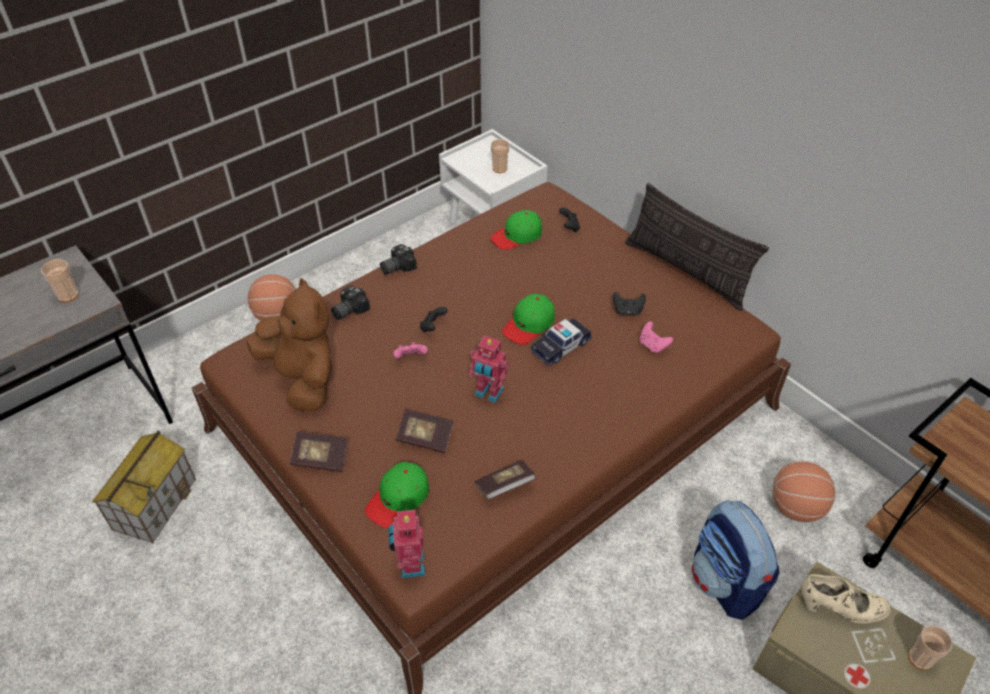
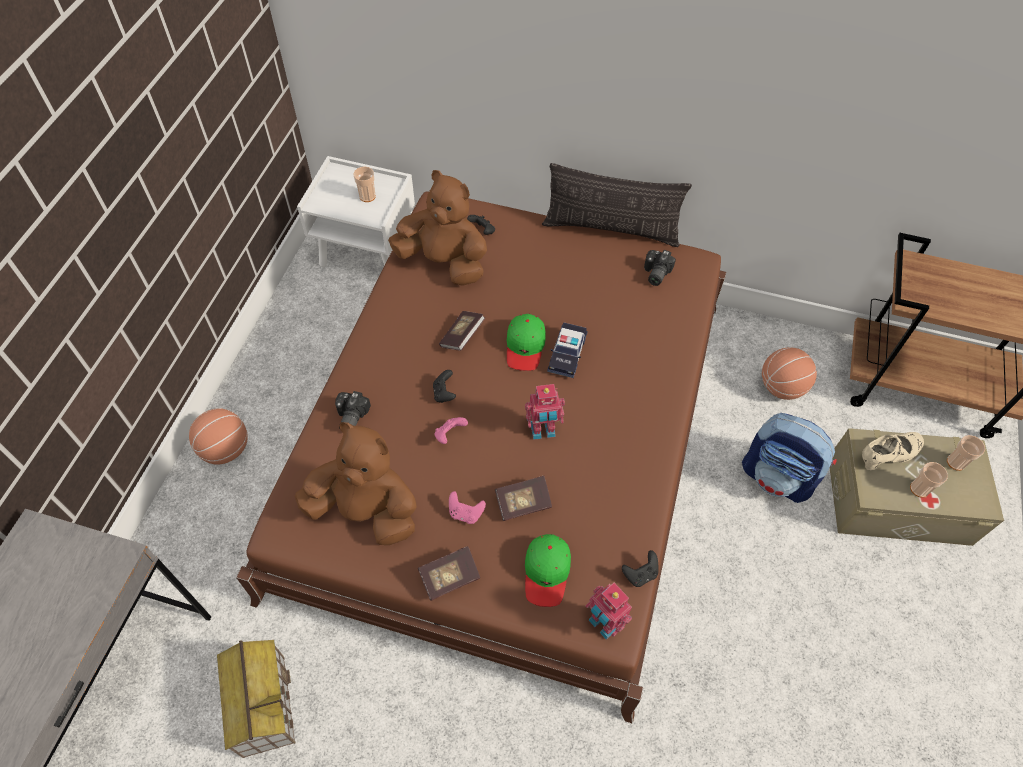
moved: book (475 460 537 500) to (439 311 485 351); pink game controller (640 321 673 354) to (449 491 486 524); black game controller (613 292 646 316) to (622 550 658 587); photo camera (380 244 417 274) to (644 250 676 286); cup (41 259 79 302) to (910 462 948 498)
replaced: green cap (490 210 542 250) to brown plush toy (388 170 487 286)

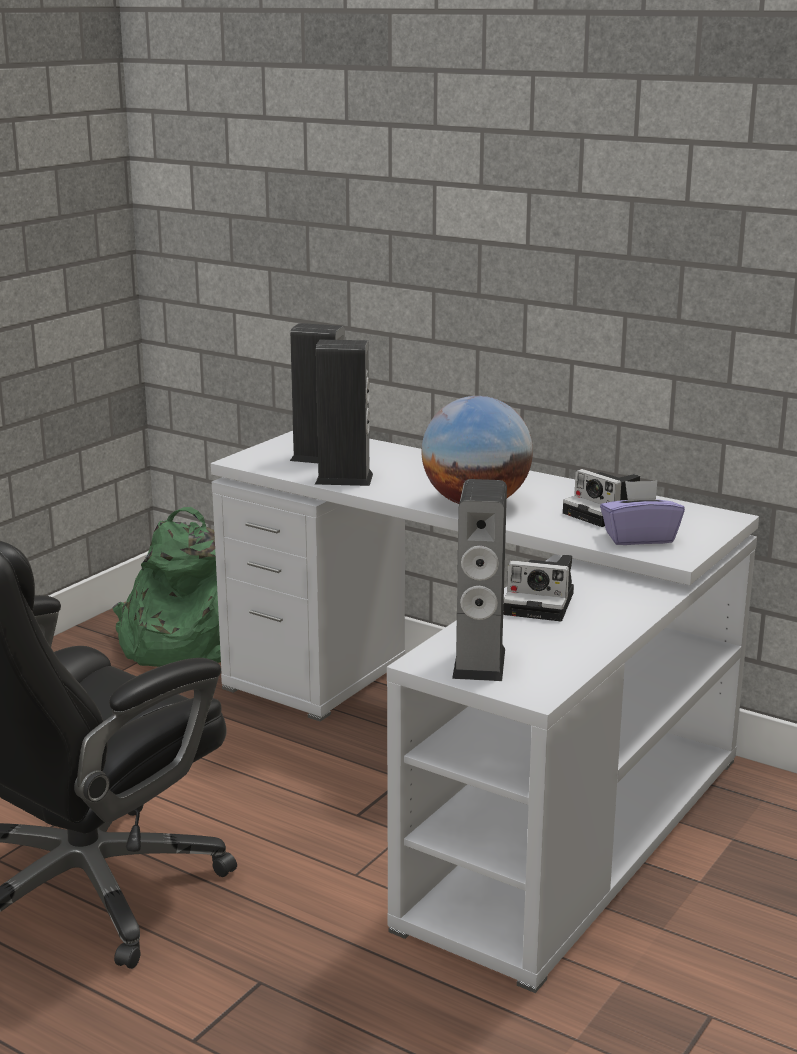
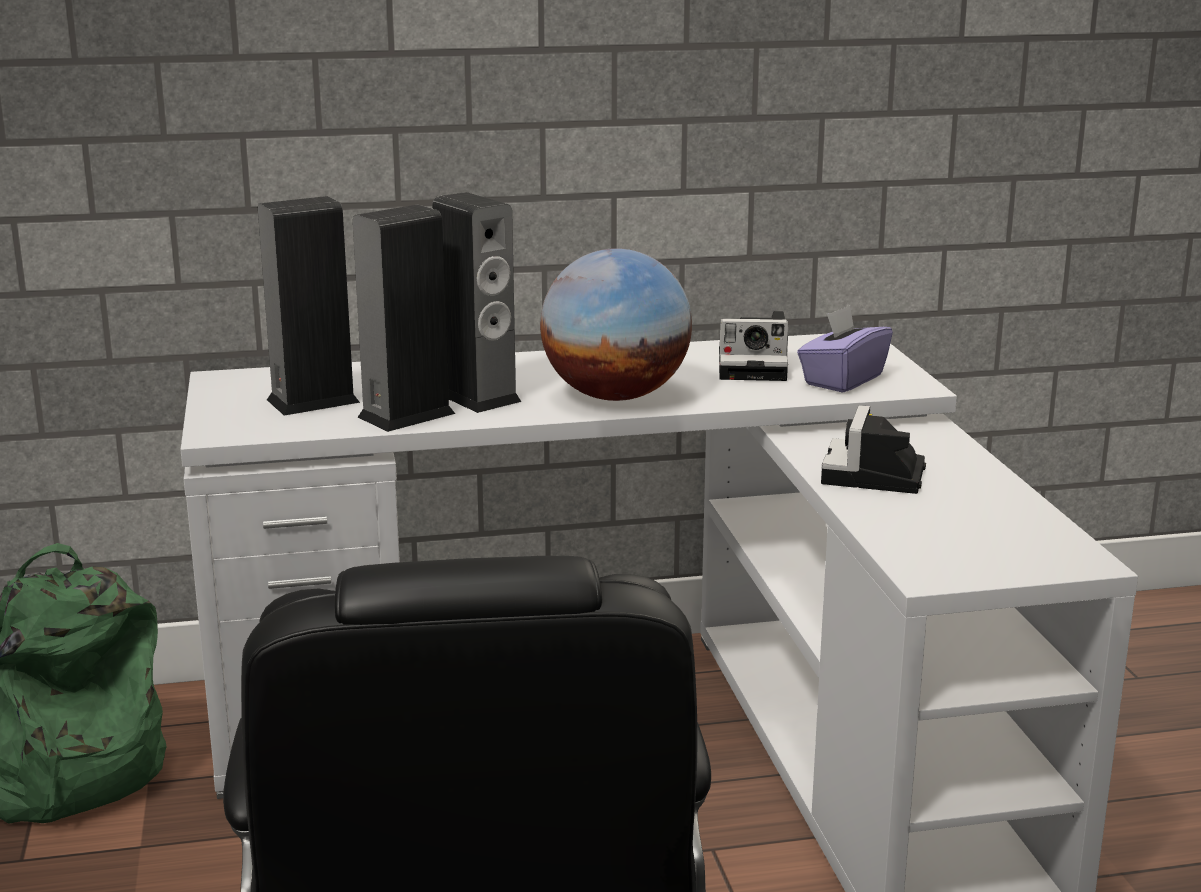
moved: speaker (452 479 507 681) to (432 192 521 413)
turned: photo camera (503 555 574 621) = (821 405 926 494) 135 degrees clockwise

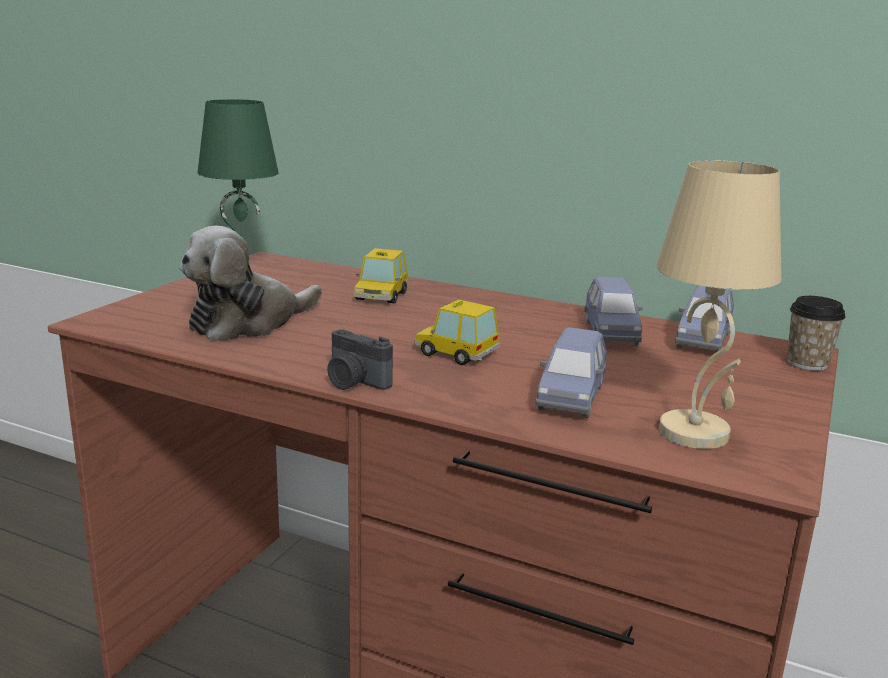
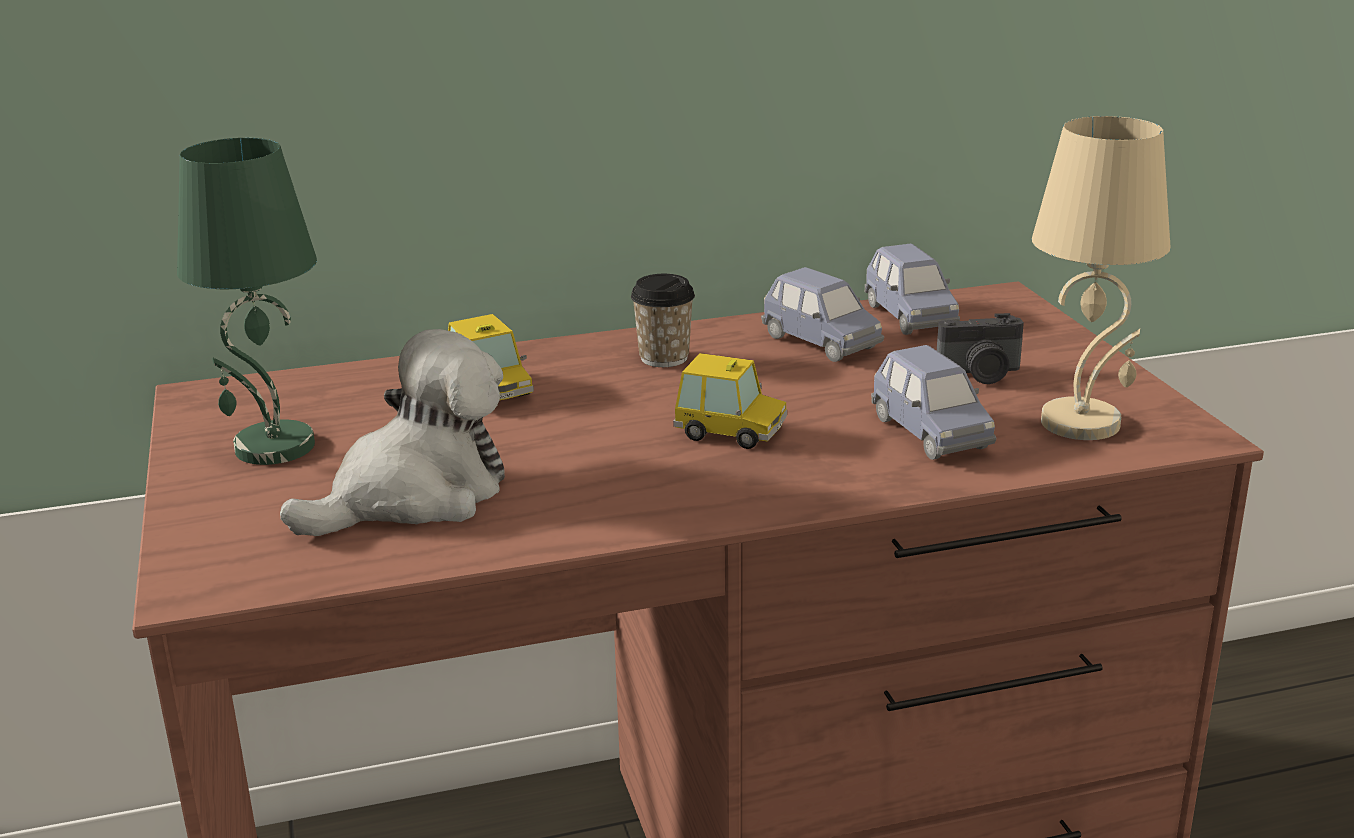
moved: cup (787 296 846 371) to (631 274 695 367); photo camera (327 329 393 390) to (937 313 1024 384)
turned: plush toy (179 226 322 342) = (280 329 505 536) 135 degrees counterclockwise; toy car (415 299 500 365) = (673 353 787 449) 150 degrees counterclockwise

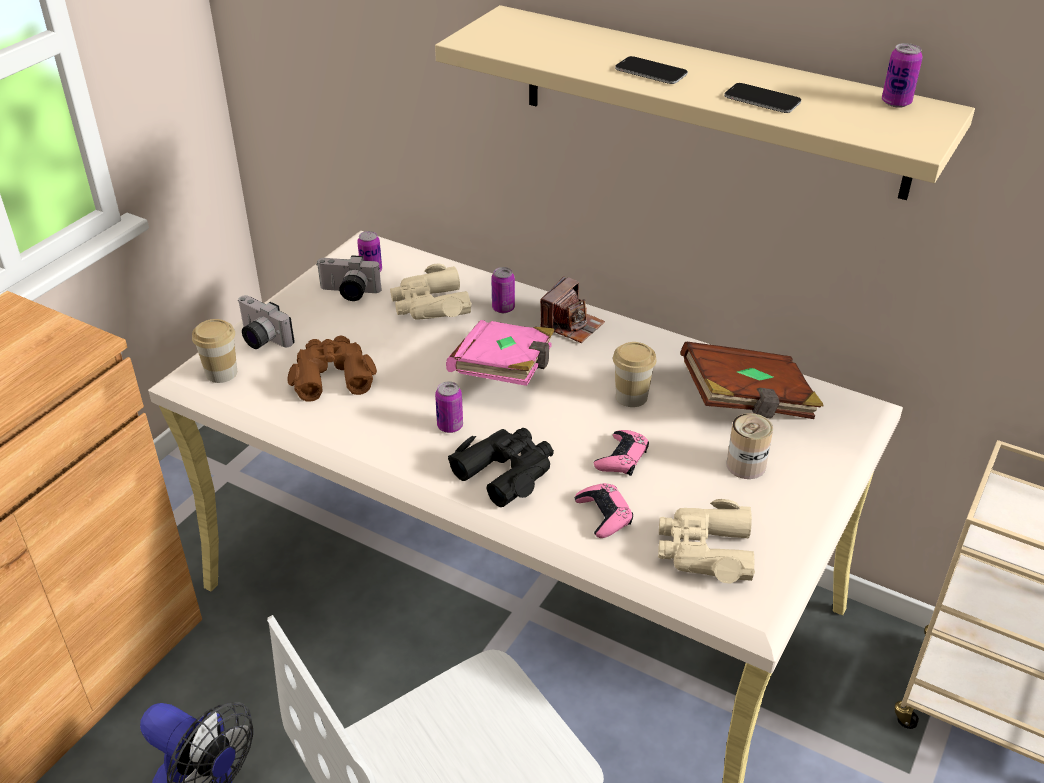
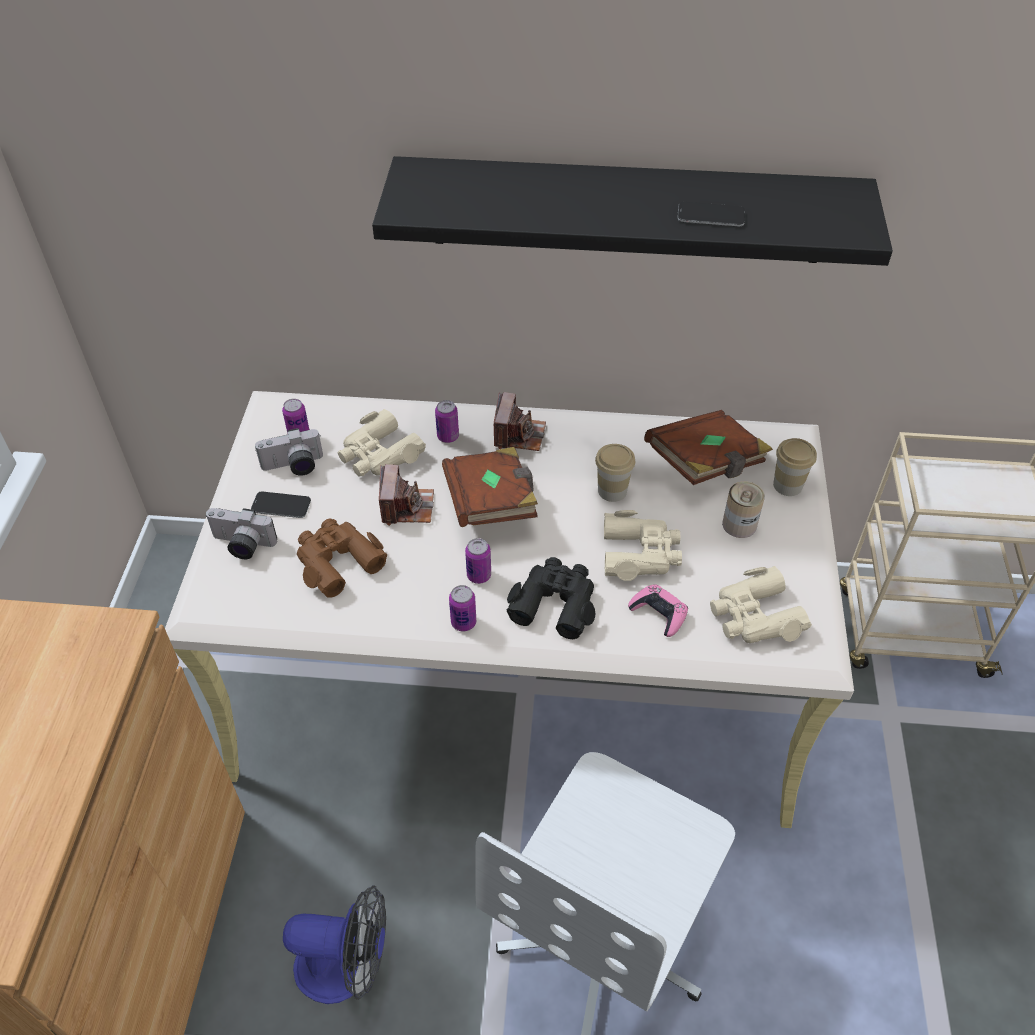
added: photo camera (379 464 434 526)
moved: phone (615 56 688 84) to (251 492 311 518); can (882 43 923 108) to (449 585 476 631); cup (192 319 237 383) to (773 438 817 496)
replaced: pink game controller (594 430 649 476) to beige binoculars (604 510 682 581)
recoloured: beige shelf (435 5 975 200) to black shelf (372 156 893 266); pink book (446 320 555 386) to brown book (442 447 538 527)

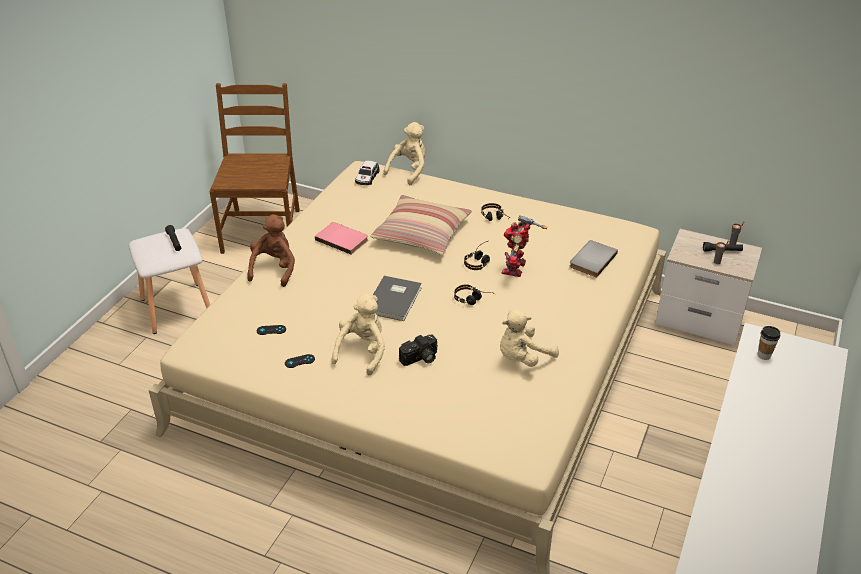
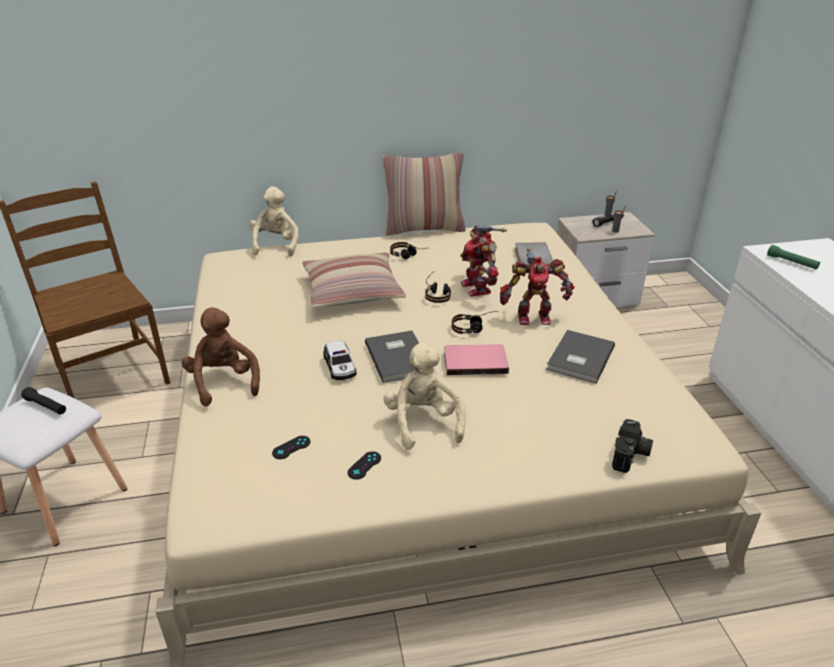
added: pillow (382 152 466 235); toy robot (500 248 575 325)
moved: toy car (355 160 380 185) to (323 340 357 380); pink book (315 222 368 255) to (444 344 509 375); photo camera (399 335 438 366) to (612 419 653 473)
replaced: beige plush toy (500 308 559 367) to grey book (546 330 615 384); cup (757 326 780 360) to green flashlight (767 245 820 270)

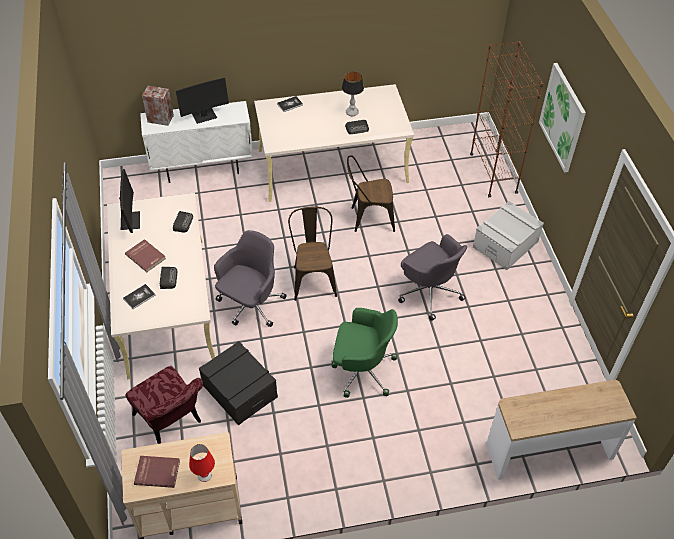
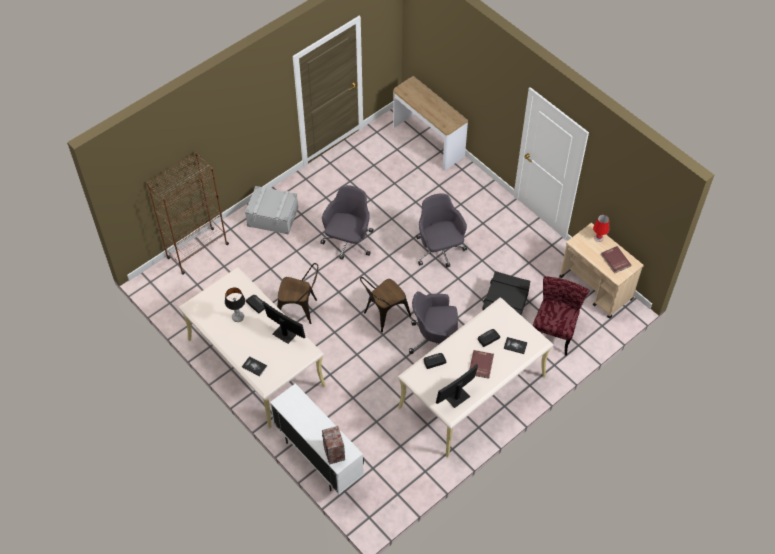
removed: picture (539 63 586 172)
moved: monitor (176 78 229 124) to (263 301 305 344)
recoloured: green office chair (331 308 398 398) to grey office chair (416 193 467 267)
turned: brown chair (347 155 395 232) = (277 263 318 324) 45 degrees counterclockwise

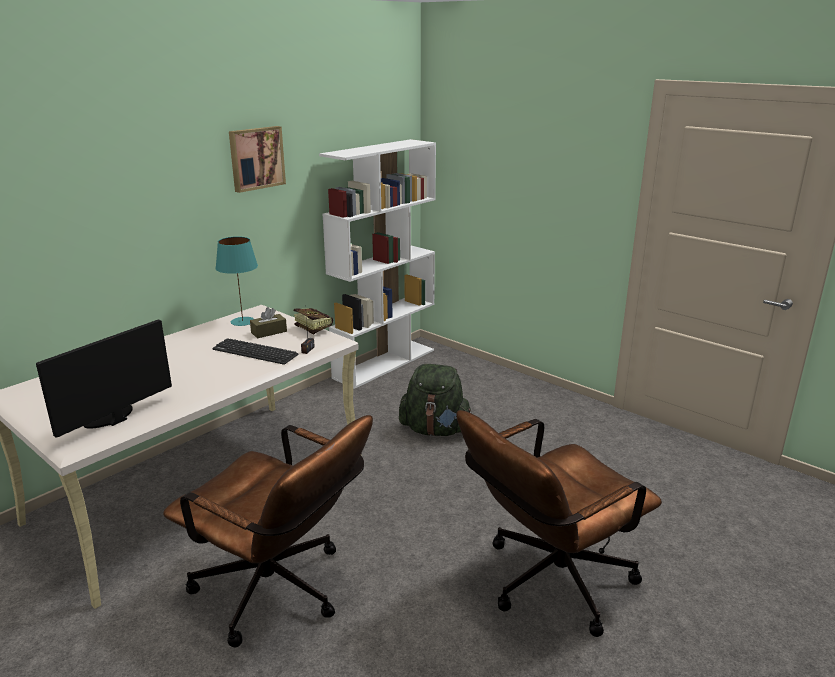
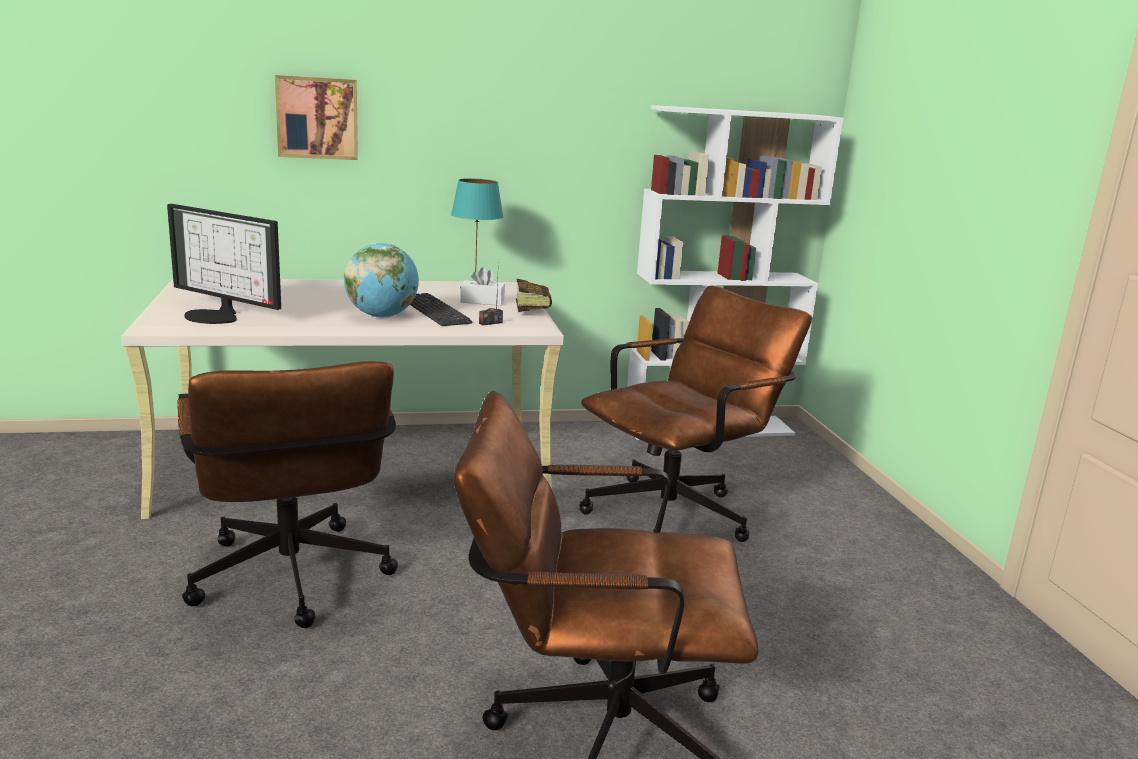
added: globe (344 243 419 318)
moved: picture (229 126 286 193) to (275 75 358 160)
replaced: green backpack (399 364 472 436) to brown office chair (580 286 812 542)
recoloured: brown tissue box (250 307 287 338) to white tissue box (461 267 505 306)
turned: monitor (36 319 172 438) = (167 204 281 324) 135 degrees counterclockwise

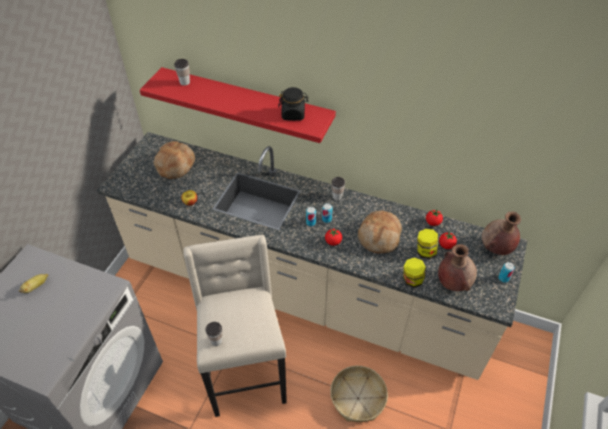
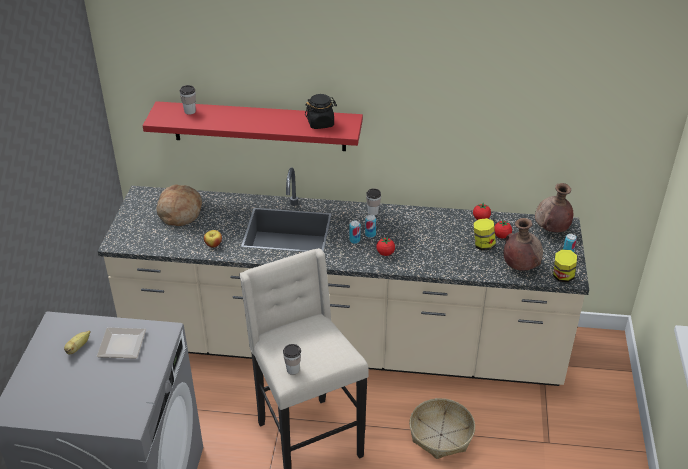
removed: bread (358 210 402 253)
added: plate (97 327 146 359)
moved: jar (403 257 426 287) to (553 249 577 282)

